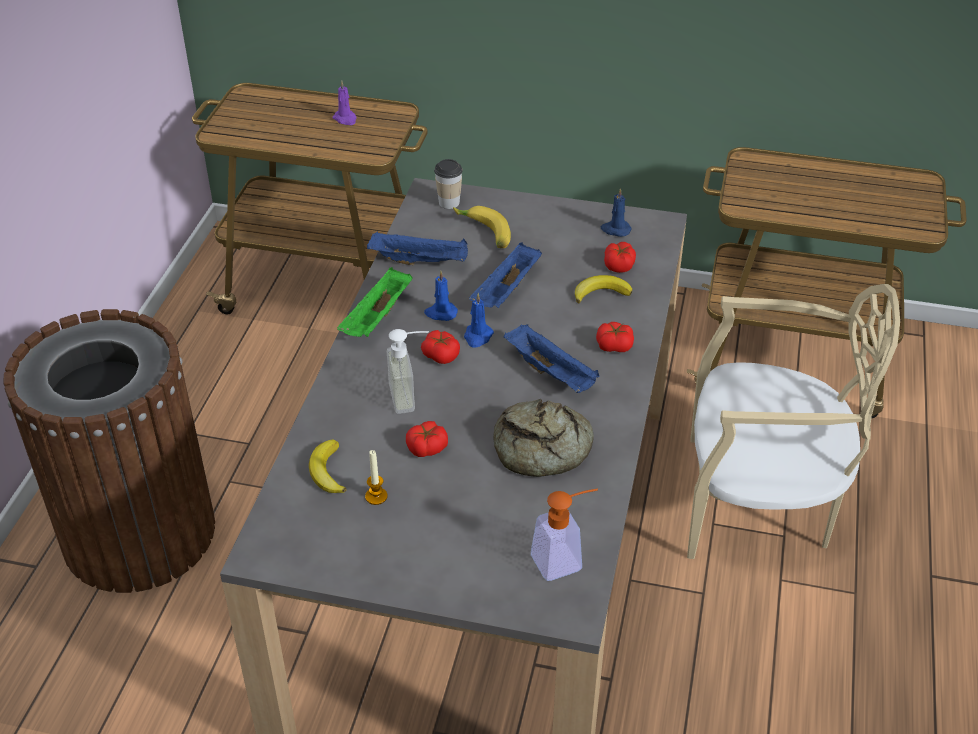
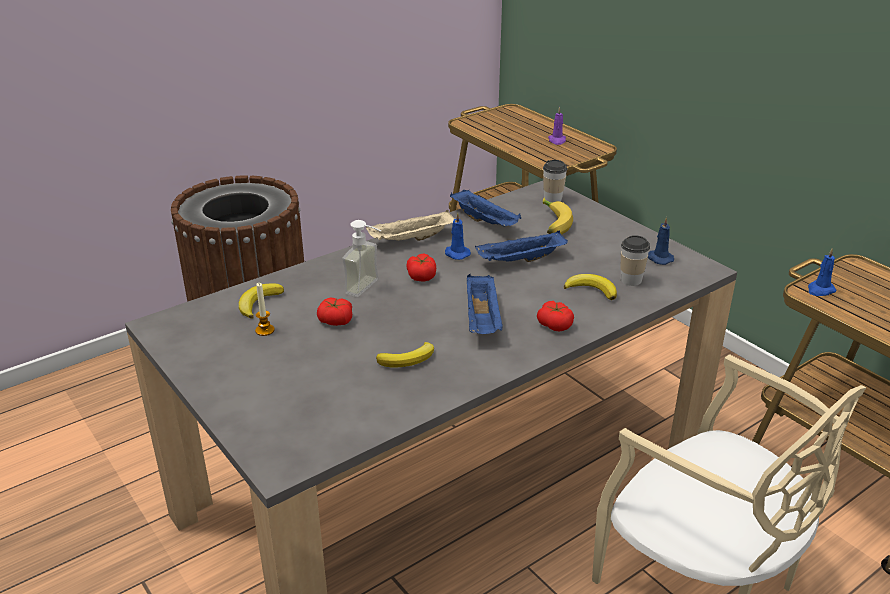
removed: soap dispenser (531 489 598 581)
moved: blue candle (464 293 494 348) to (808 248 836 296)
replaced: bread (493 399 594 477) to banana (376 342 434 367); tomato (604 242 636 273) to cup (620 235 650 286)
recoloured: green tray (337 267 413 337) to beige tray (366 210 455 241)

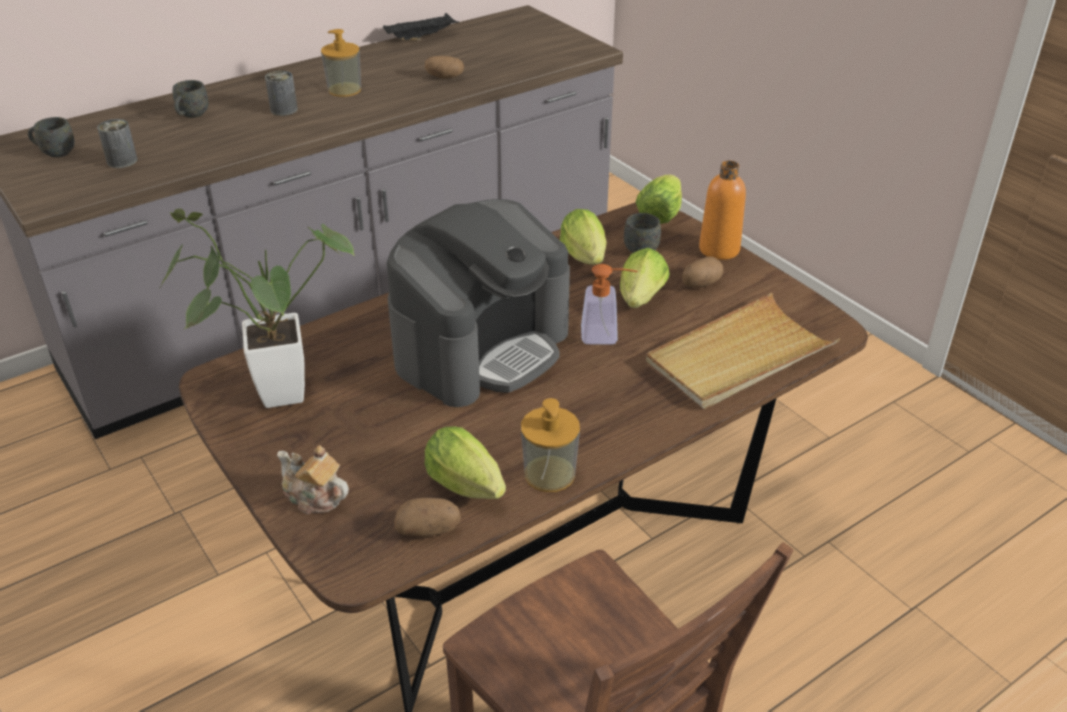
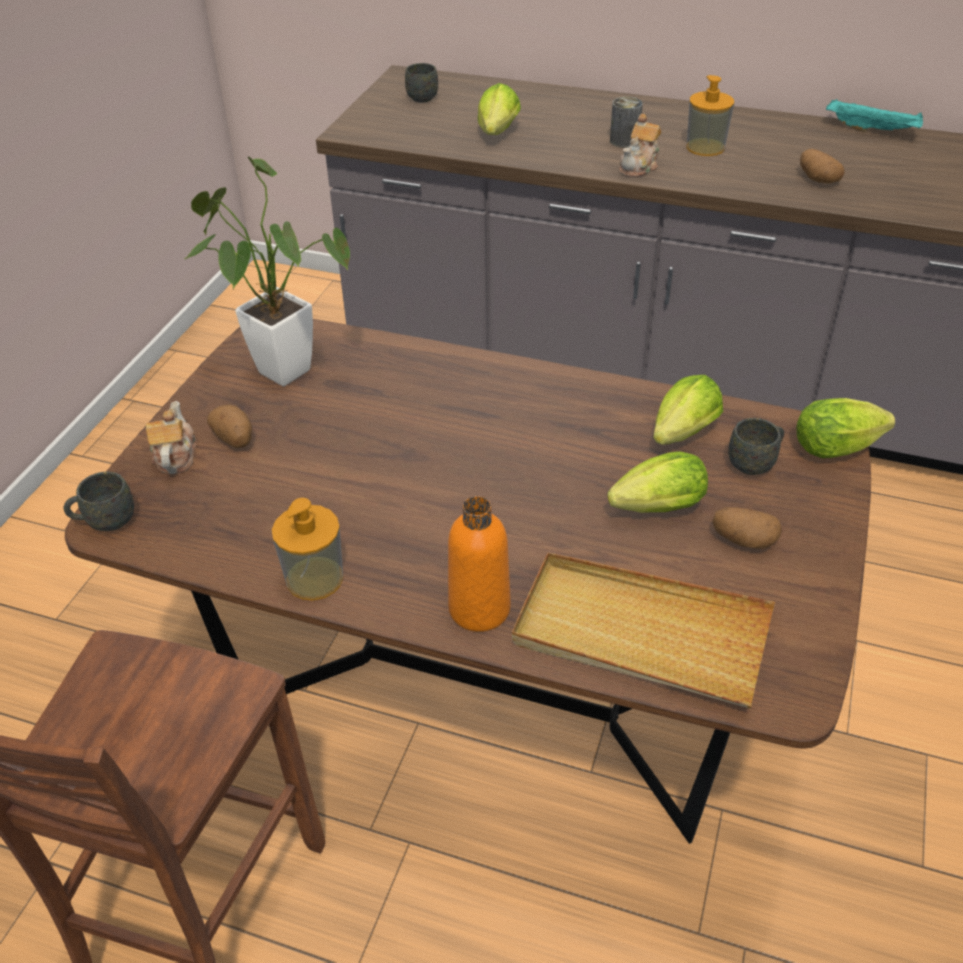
removed: can (97 119 137 168); coffee machine (387 199 570 407); soap dispenser (581 264 637 345)
added: teapot (619 114 661 177)
moved: grey mug (173 80 208 118) to (63 472 134 531); potato (394 498 461 537) to (207 405 252 448); orange bottle (699 161 746 260) to (448 496 511 632); lettuce (425 426 506 499) to (478 83 521 135)
recoloured: black tray (383 13 459 41) to turquoise tray (826 99 923 132)

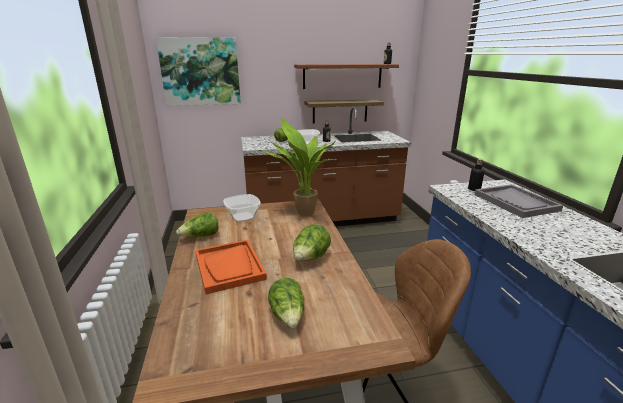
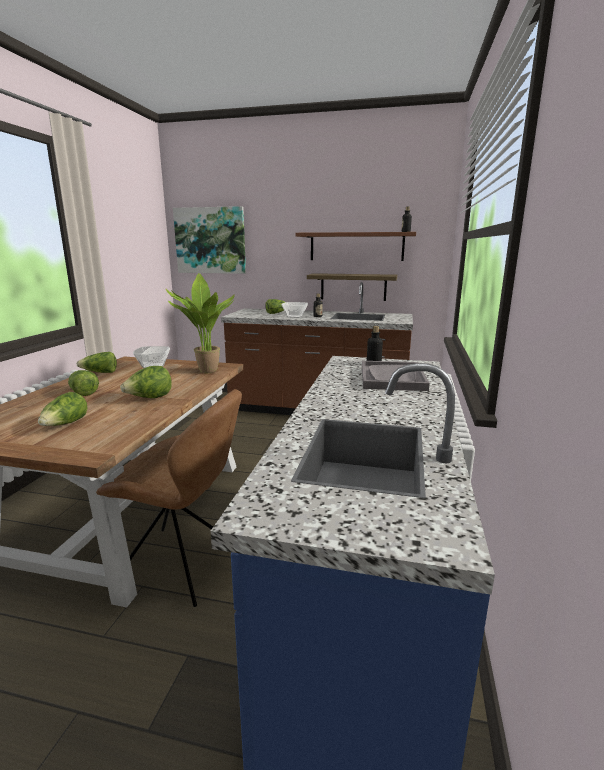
replaced: orange tray (195 239 267 294) to lettuce (68 370 99 396)

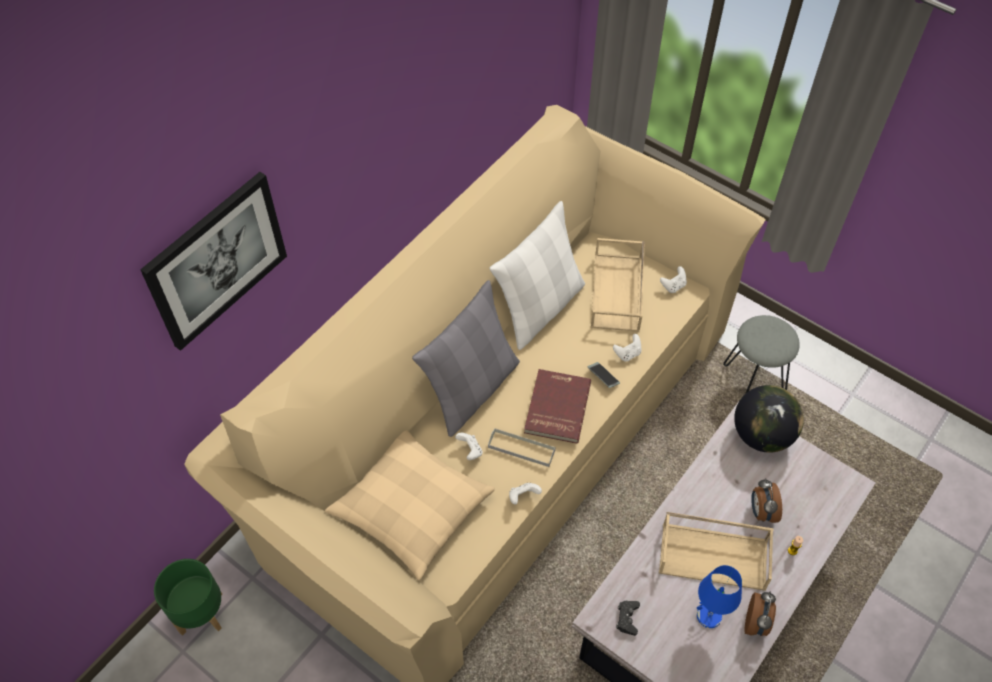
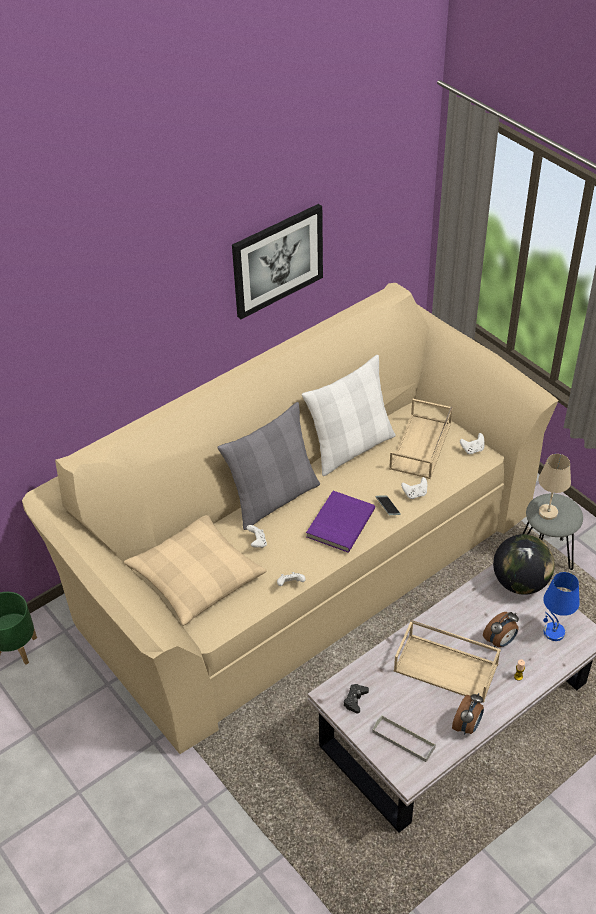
added: beige table lamp (539 454 571 520)
moved: picture (140 172 287 351) to (232 204 323 319); grey tray (488 428 556 467) to (372 715 436 762); blue table lamp (697 565 742 628) to (543 572 580 641)
recoloured: red book (524 369 591 444) to purple book (306 491 375 553)
turned: alarm clock (751 478 782 523) = (483 612 519 648) 135 degrees counterclockwise

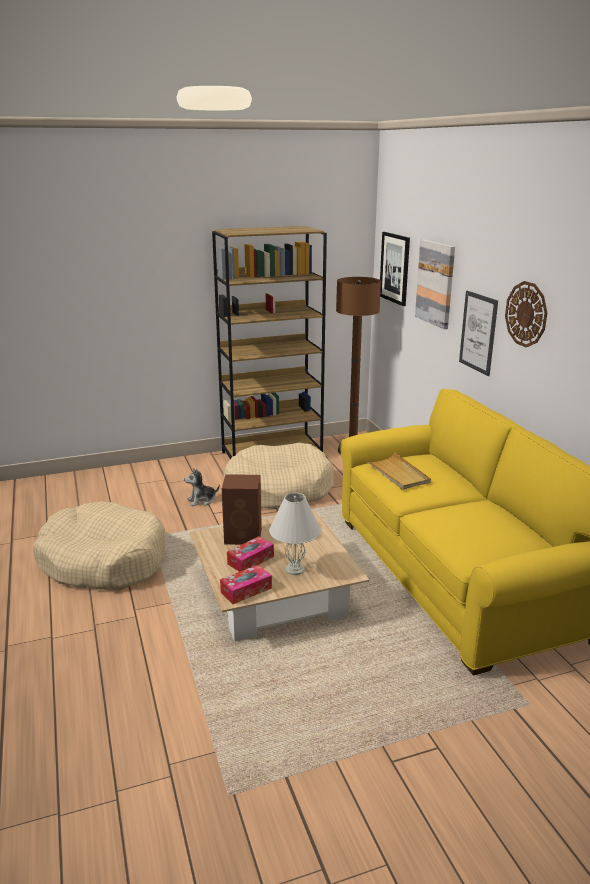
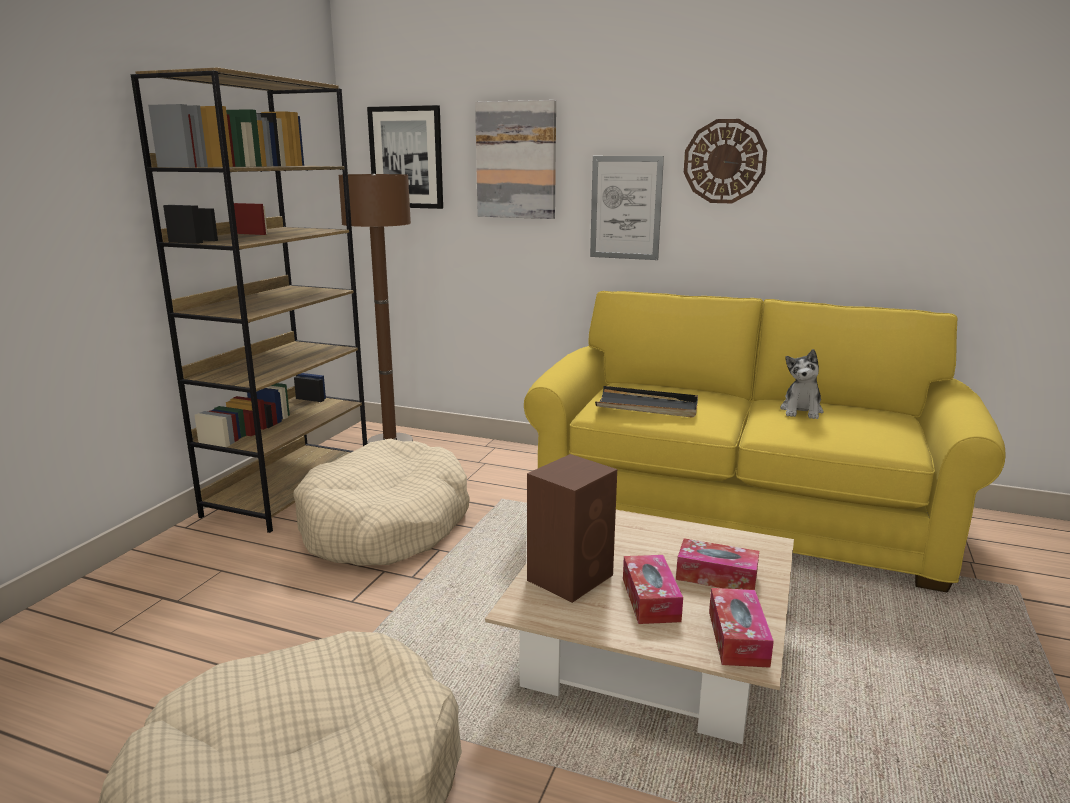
moved: plush toy (184 468 220 506) to (780 349 824 419)
replaced: white table lamp (269 493 321 575) to tissue box (676 538 759 590)
recoloured: beige tray (365 453 431 490) to black tray (595 386 698 418)

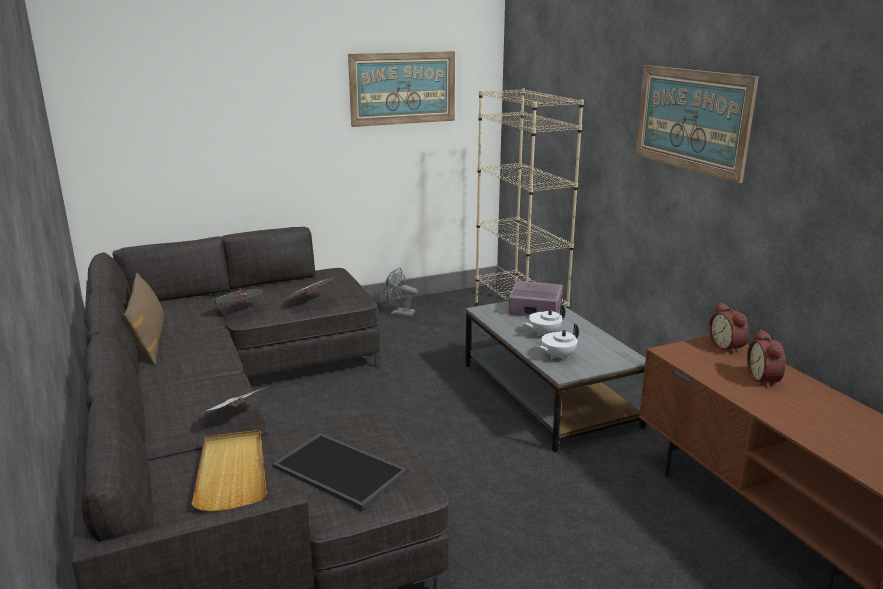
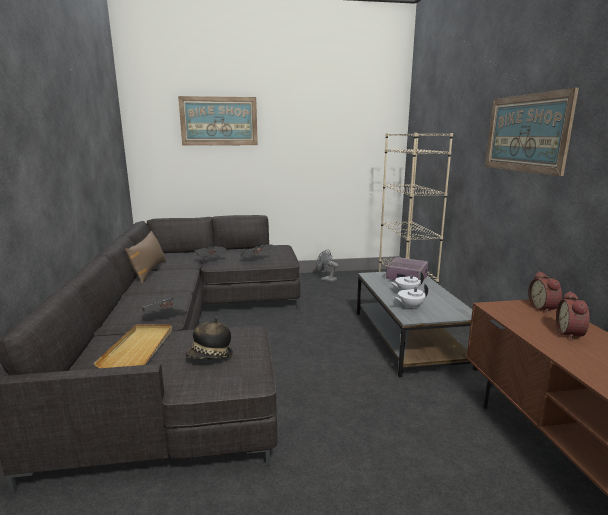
moved: picture (348 51 455 127) to (178 96 258 146)
replaced: tray (272 433 407 509) to hat (186 317 233 360)

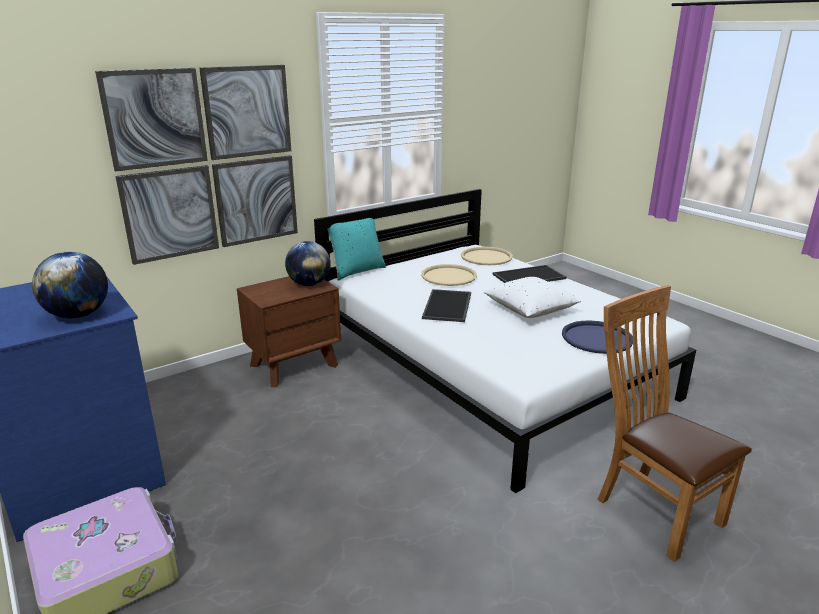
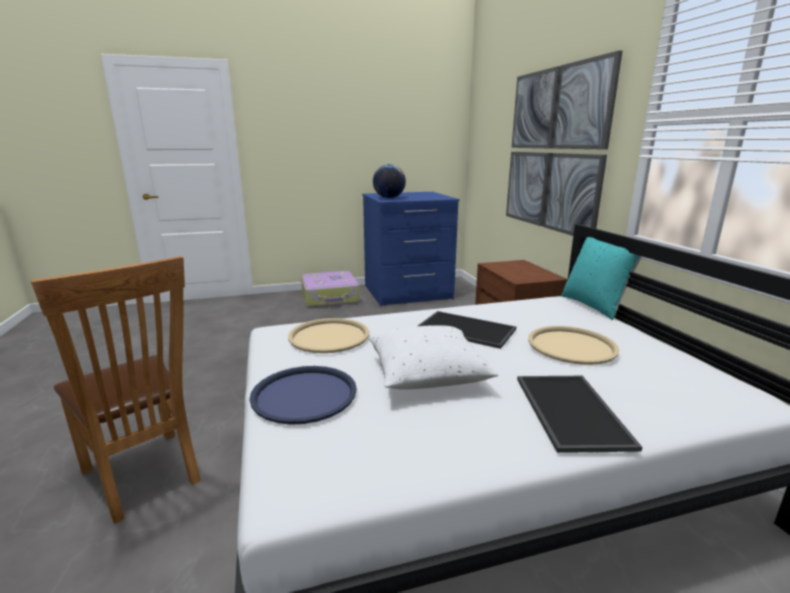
removed: globe (285 241 331 286)
moved: beige tray (461 247 513 265) to (288 318 369 353)
turned: brown chair (597 285 752 562) = (30 256 201 524) 60 degrees clockwise

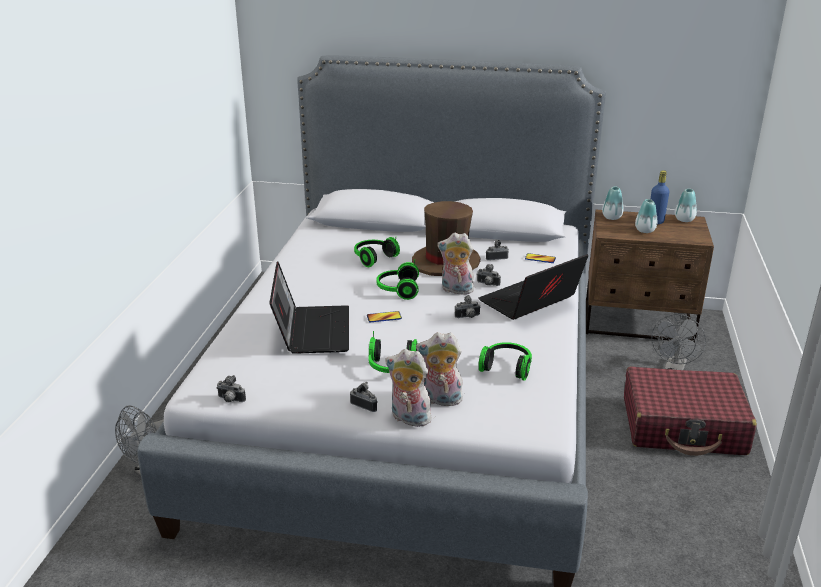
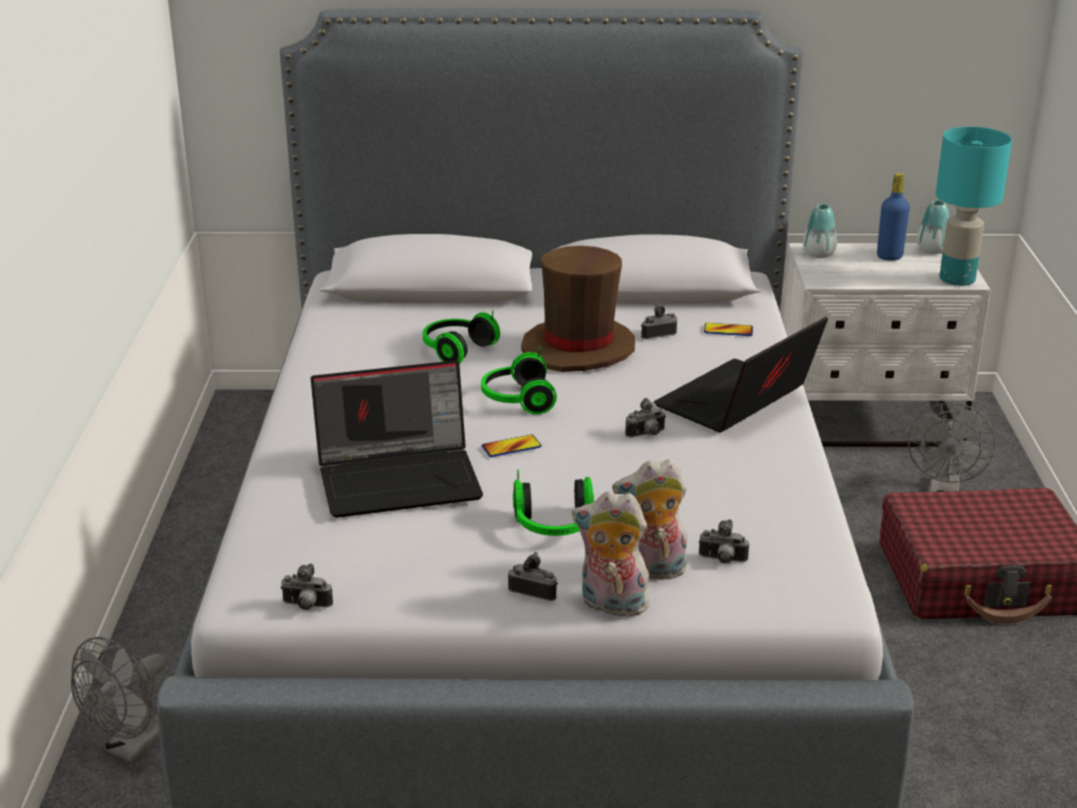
removed: plush toy (437 233 474 295); headphones (478 342 532 381); vase (635 199 657 233)
added: turquoise table lamp (936 127 1012 286)
moved: photo camera (477 264 501 286) to (699 519 749 564)
recoloured: brown nightstand (586 210 714 342) to white nightstand (782 243 991 447)
turned: laptop (269 262 349 354) = (311 360 483 518) 90 degrees clockwise

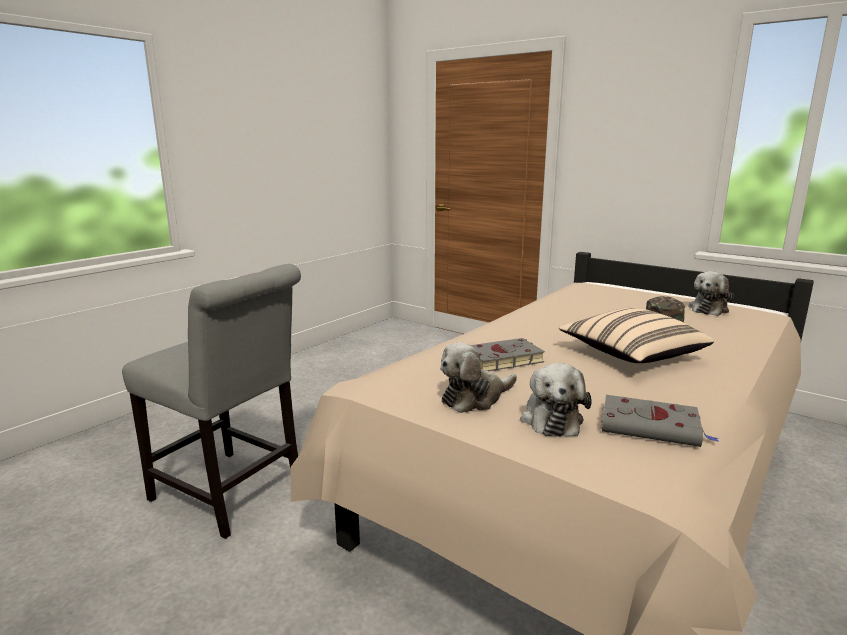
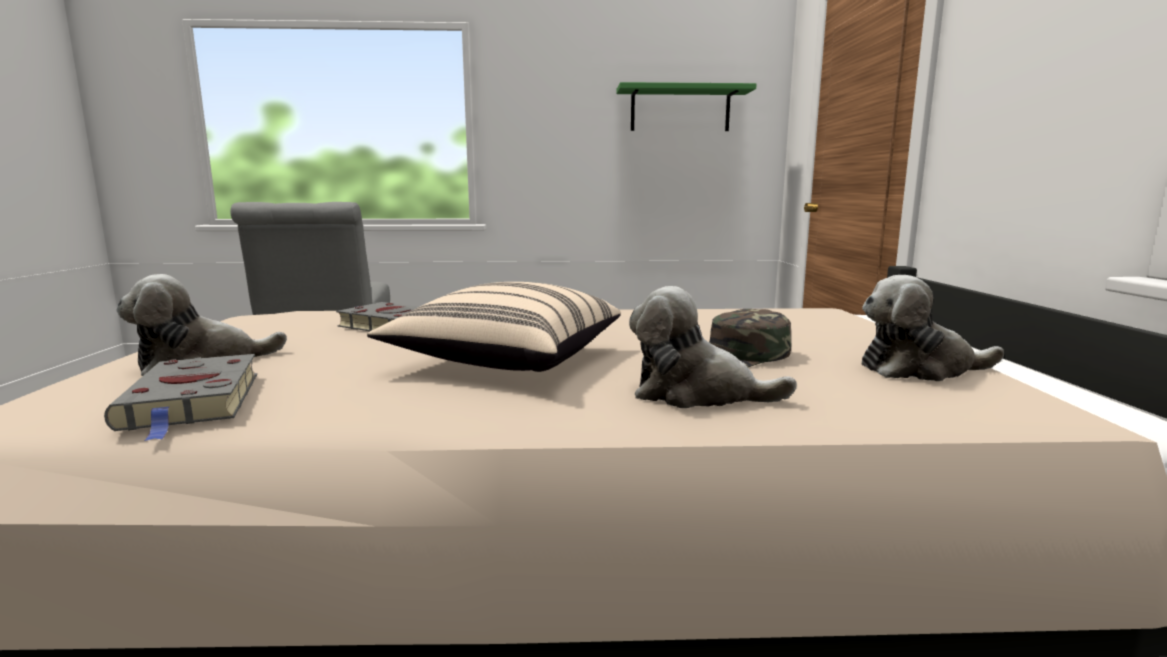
added: green shelf (616 82 756 131)
moved: plush toy (440 343 517 413) to (629 286 797 408)

